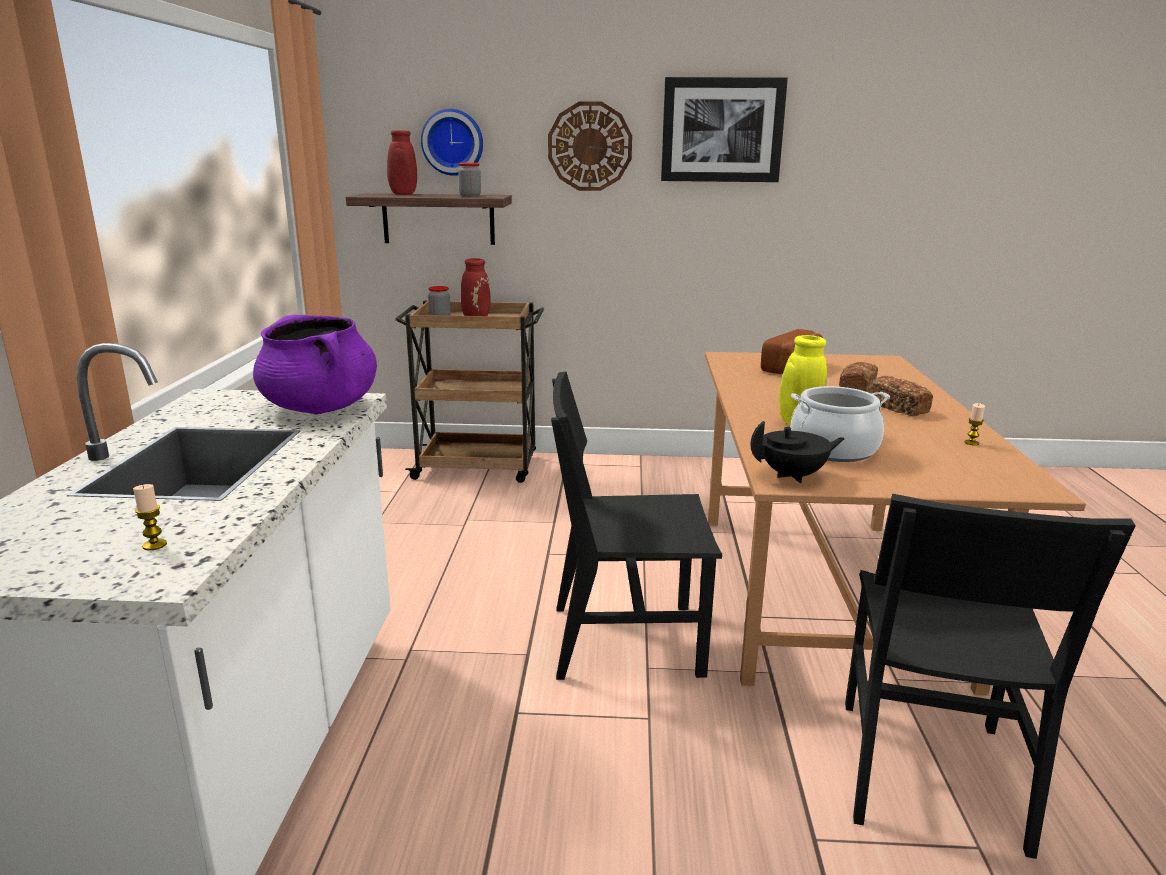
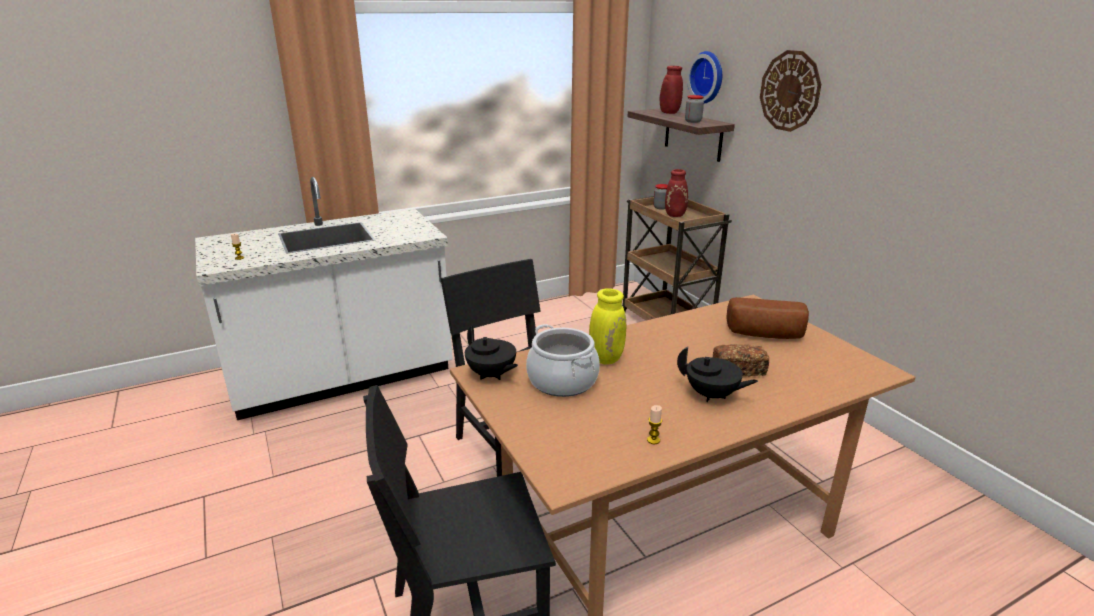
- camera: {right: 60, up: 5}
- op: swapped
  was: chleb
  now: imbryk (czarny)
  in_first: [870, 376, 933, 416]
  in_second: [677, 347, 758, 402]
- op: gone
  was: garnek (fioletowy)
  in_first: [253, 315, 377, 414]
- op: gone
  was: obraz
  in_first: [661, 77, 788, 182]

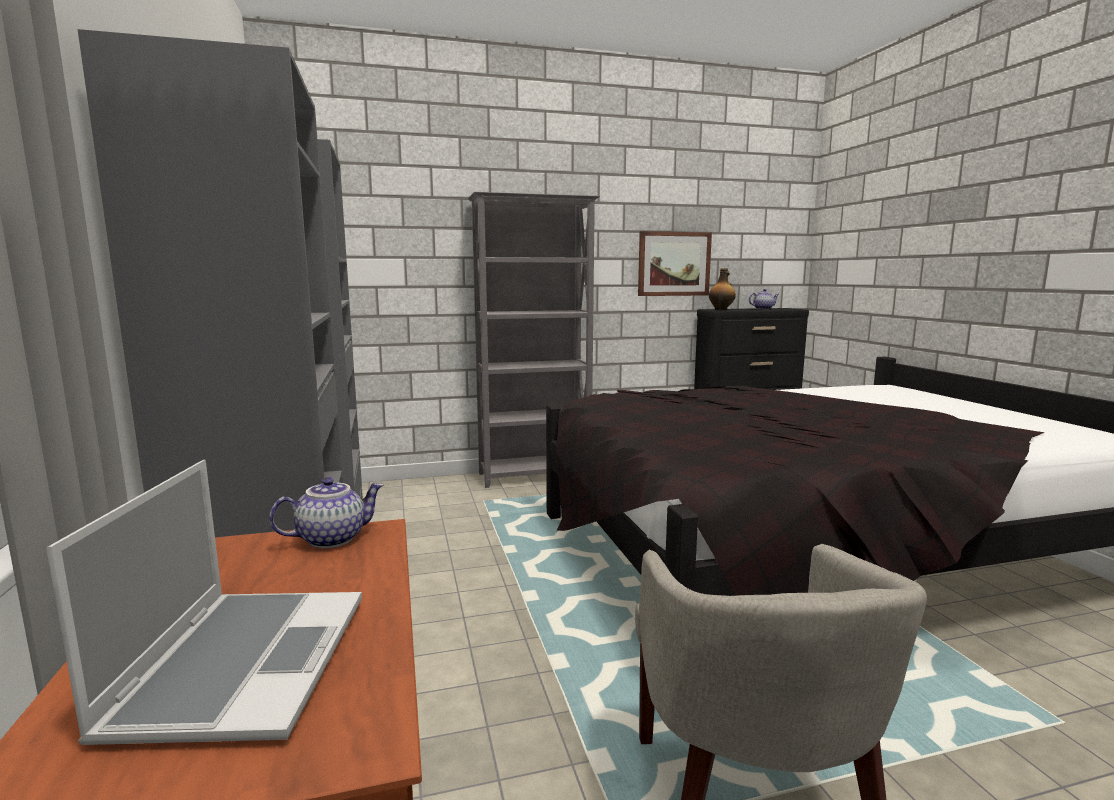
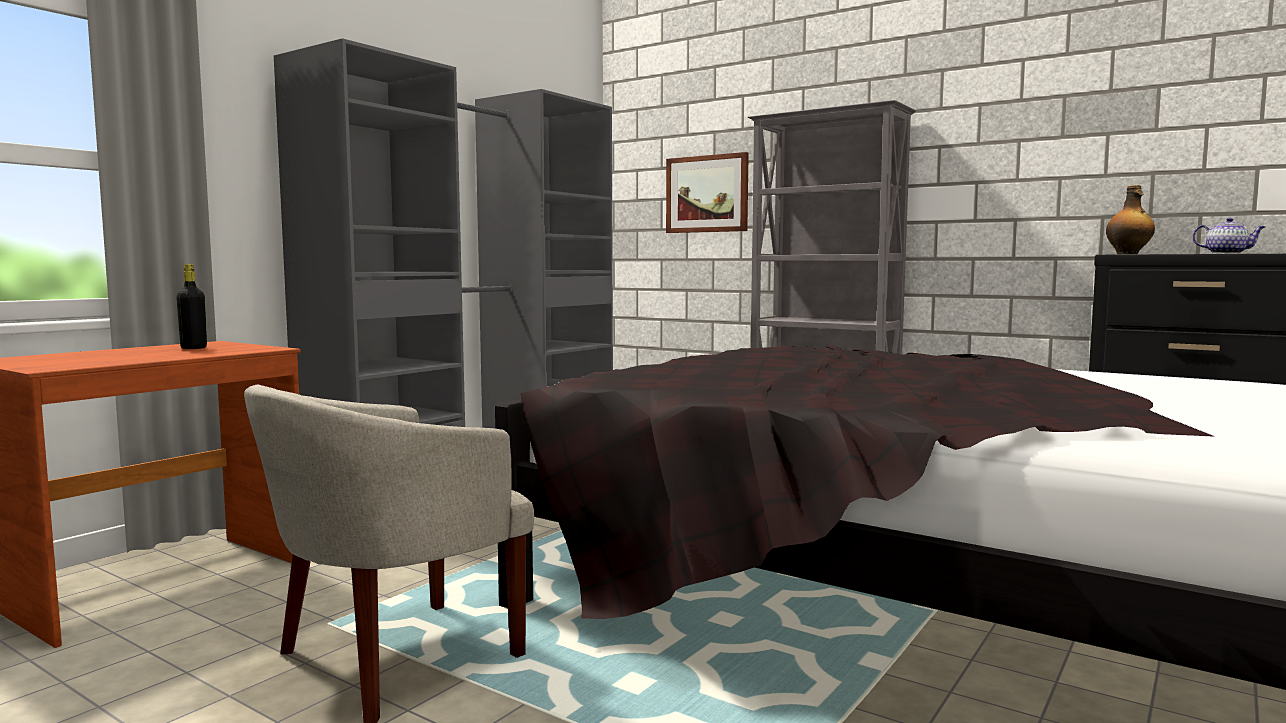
- camera: {right: 50, up: -5}
- op: new
  now: butelka (czarny)
  in_second: [176, 264, 207, 349]
- op: shifted
  was: obraz
  in_first: [638, 231, 712, 296]
  in_second: [666, 152, 749, 233]
- op: gone
  was: laptop
  in_first: [46, 460, 362, 745]
- op: gone
  was: imbryk
  in_first: [269, 477, 384, 548]

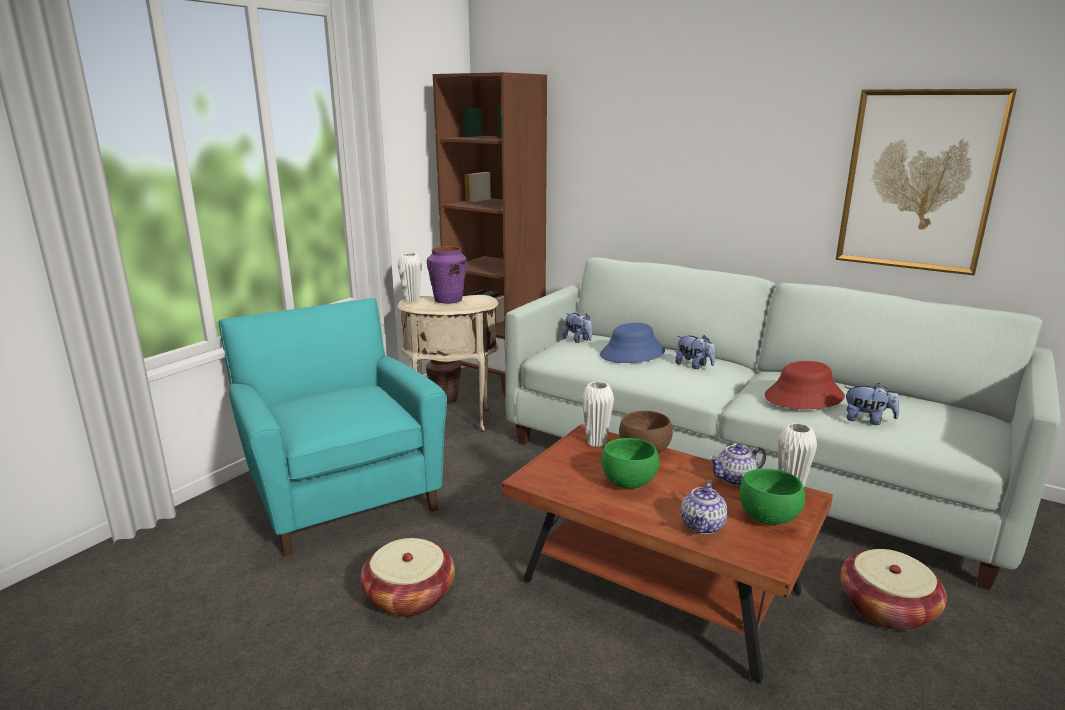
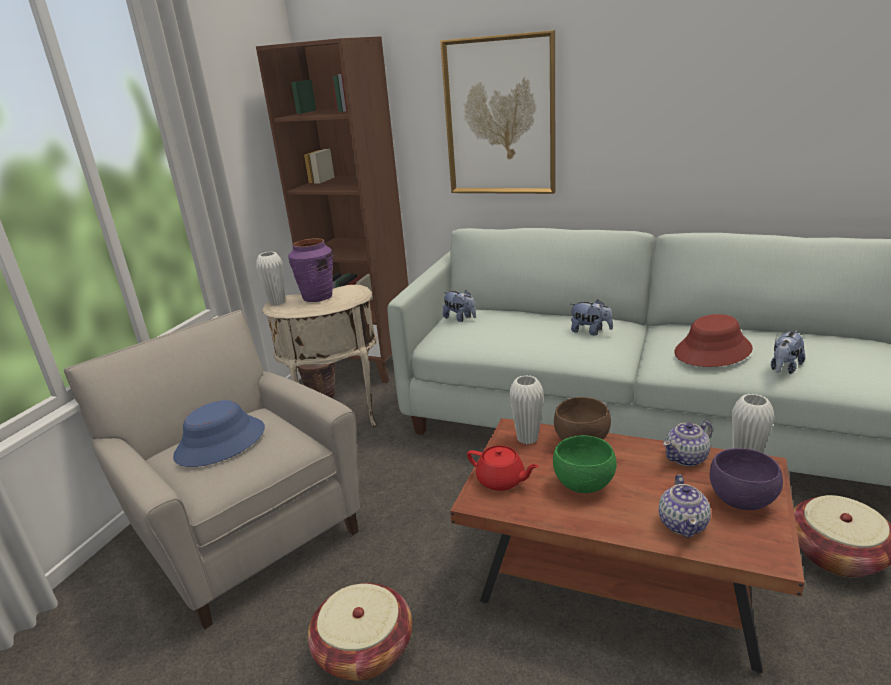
- camera: {right: -10, up: 5}
- op: repainted
  was: fotel (turkusowy)
  now: fotel (beżowy)
  in_first: [219, 298, 447, 557]
  in_second: [64, 310, 361, 629]
- op: shifted
  was: kapelusz (niebieski)
  in_first: [600, 323, 665, 363]
  in_second: [173, 400, 265, 467]
- op: shifted
  was: obraz
  in_first: [836, 89, 1017, 276]
  in_second: [440, 30, 556, 194]
- op: new
  now: imbryk (czerwony)
  in_second: [467, 445, 539, 491]
- op: repainted
  was: miska (zielony)
  now: miska (fioletowy)
  in_first: [740, 468, 805, 525]
  in_second: [710, 448, 783, 510]
- op: rotated
  was: pluszak
  in_first: [844, 383, 899, 425]
  in_second: [771, 330, 805, 374]
  clockwise: 120

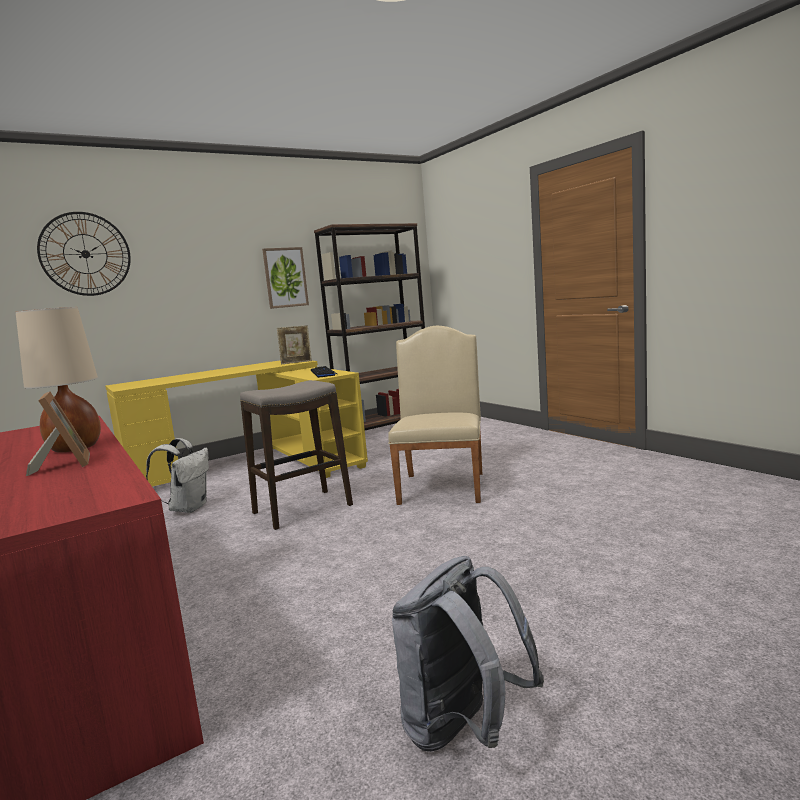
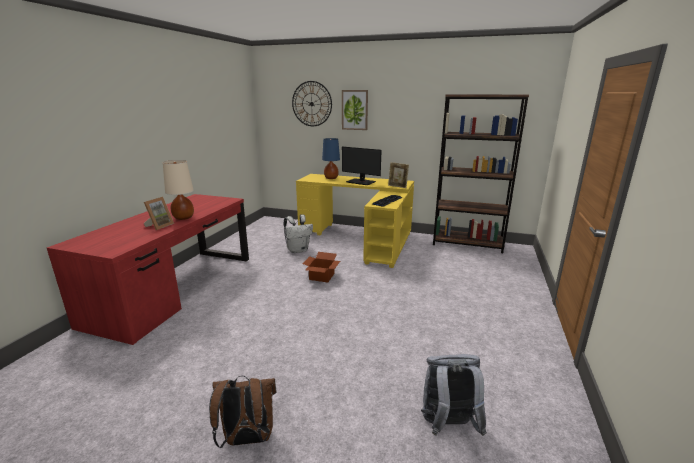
- camera: {right: 50, up: 10}
- op: new
  now: plecak (brązowy)
  in_second: [209, 376, 277, 448]
- op: swapped
  was: stołek
  now: karton
  in_first: [240, 380, 353, 530]
  in_second: [303, 252, 340, 282]
- op: new
  now: lampa stołowa (niebieski)
  in_second: [322, 138, 340, 179]
- op: shifted
  was: obraz
  in_first: [262, 247, 309, 309]
  in_second: [342, 90, 368, 130]
- op: new
  now: monitor
  in_second: [342, 147, 382, 185]
- op: shifted
  was: plecak (szary)
  in_first: [392, 556, 544, 752]
  in_second: [421, 354, 487, 436]
- op: gone
  was: krzesło (beżowy)
  in_first: [388, 326, 482, 505]

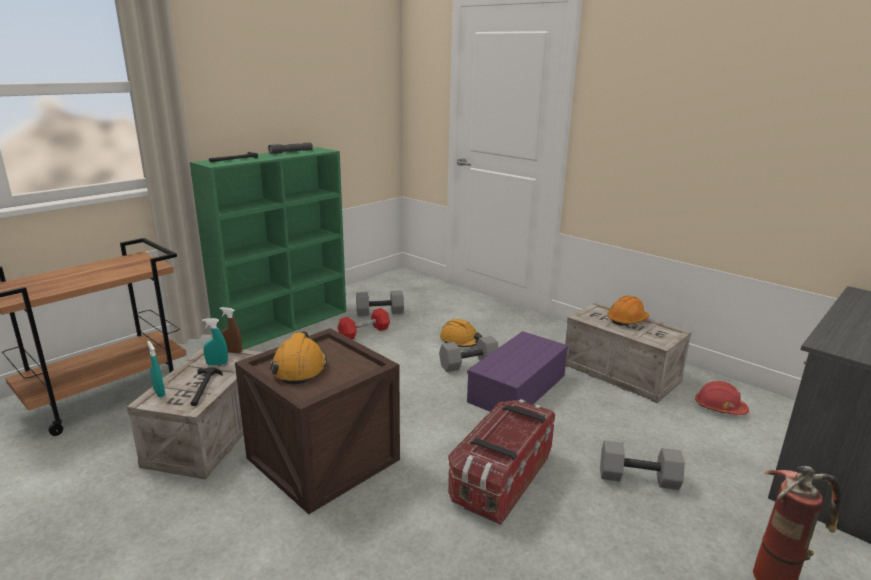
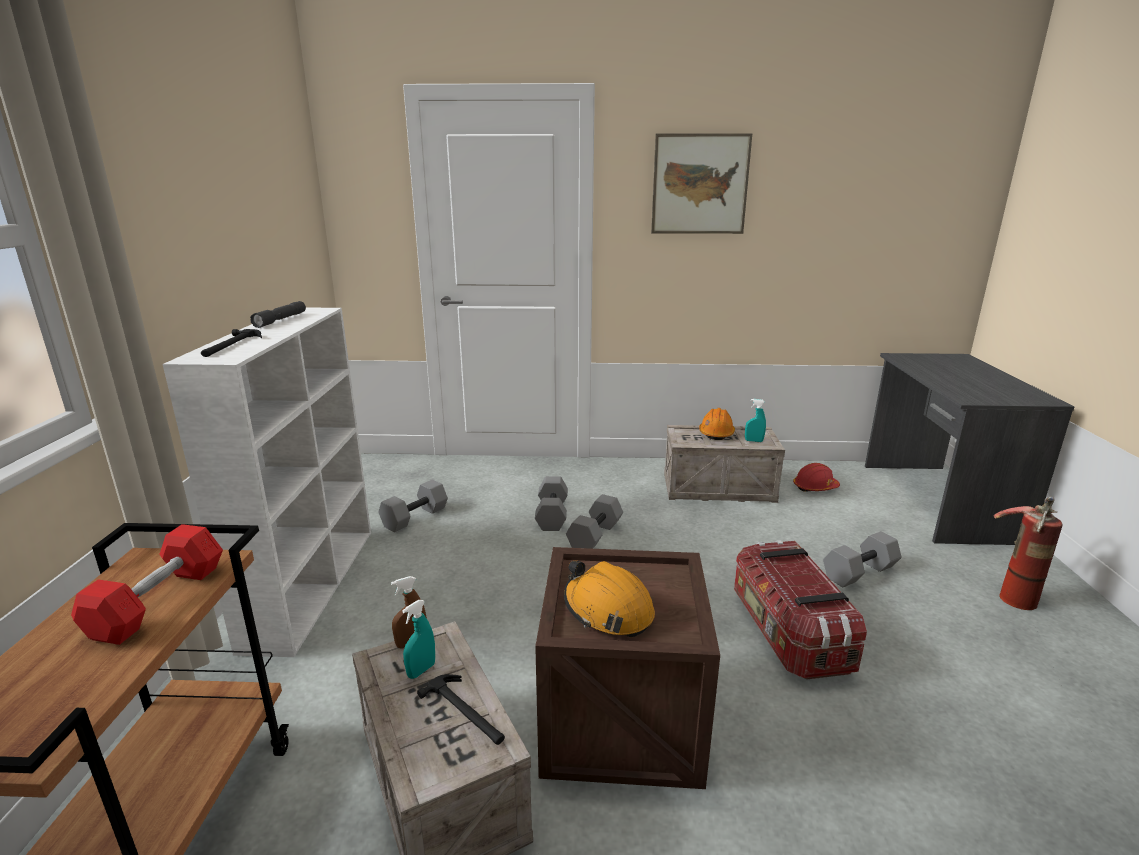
- camera: {right: -40, up: 0}
- op: shifted
  was: hantel (czerwony)
  in_first: [338, 308, 390, 339]
  in_second: [71, 524, 223, 645]
- op: repainted
  was: regał (zielony)
  now: regał (biały)
  in_first: [190, 147, 346, 350]
  in_second: [163, 308, 371, 657]
- op: swapped
  was: kask (pomarańczowy)
  now: hantel (szary)
  in_first: [440, 319, 482, 347]
  in_second: [535, 476, 568, 531]
- op: new
  now: obraz
  in_second: [651, 134, 752, 234]
- op: shifted
  was: spryskiwacz (turkusowy)
  in_first: [147, 341, 165, 397]
  in_second: [745, 399, 766, 442]
- op: gone
  was: pojemnik do przechowywania (fioletowy)
  in_first: [467, 331, 569, 412]

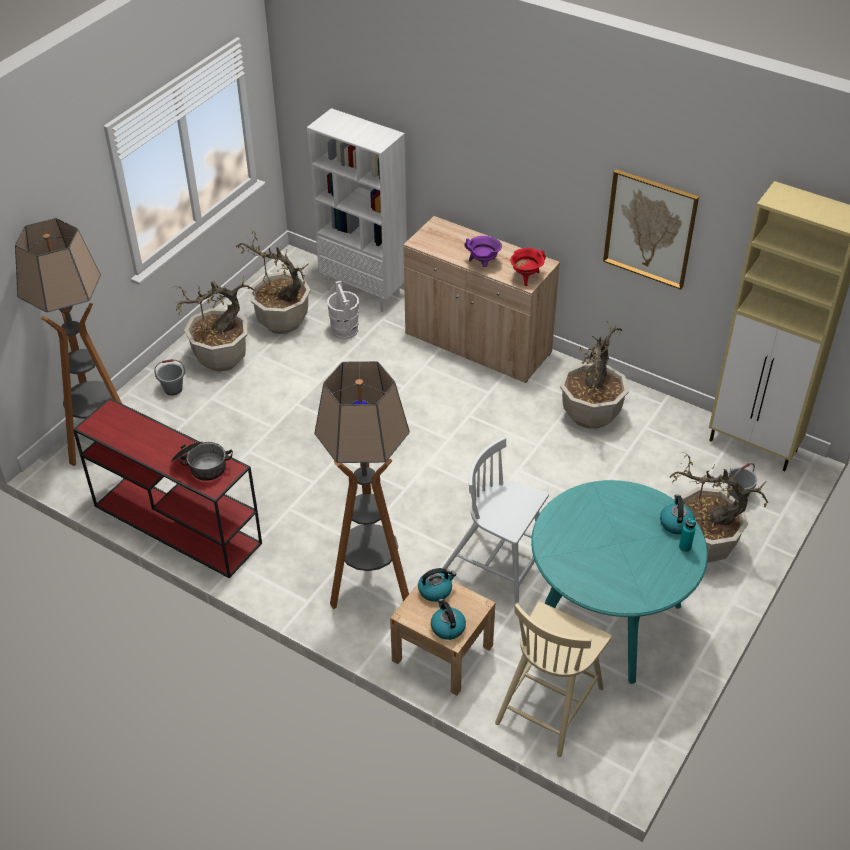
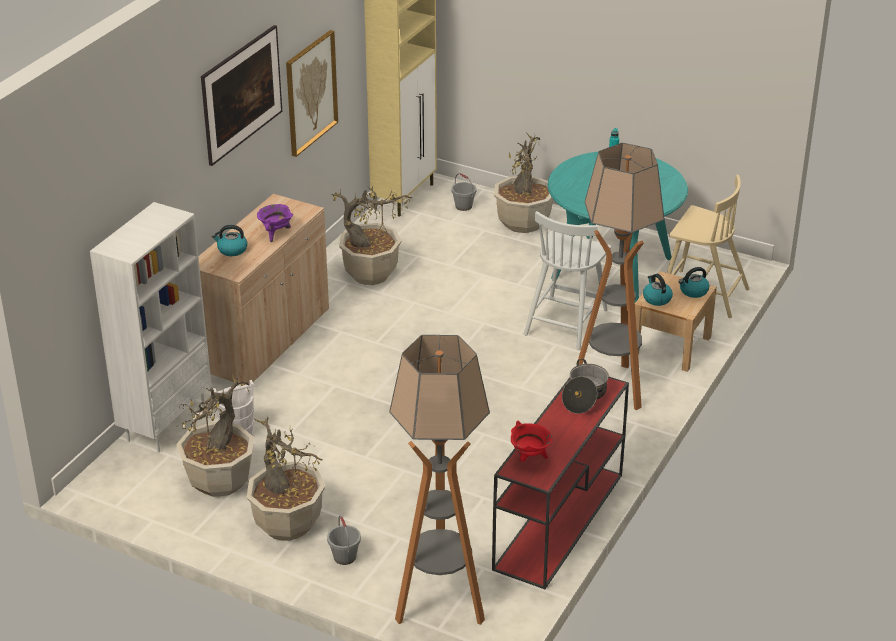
- camera: {right: -95, up: -10}
- op: new
  now: obraz
  in_second: [201, 25, 282, 166]
- op: shifted
  was: czajnik
  in_first: [660, 494, 695, 534]
  in_second: [212, 225, 248, 256]
- op: shifted
  was: garnek (czerwony)
  in_first: [510, 248, 546, 286]
  in_second: [511, 421, 553, 462]

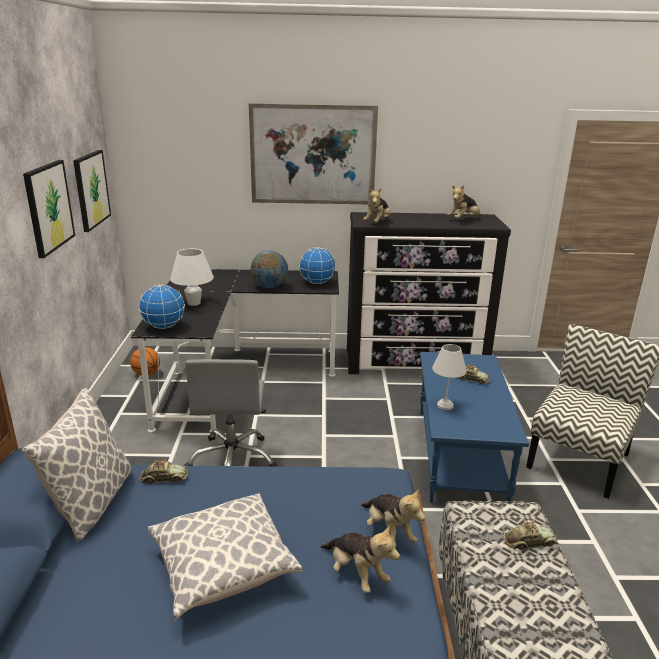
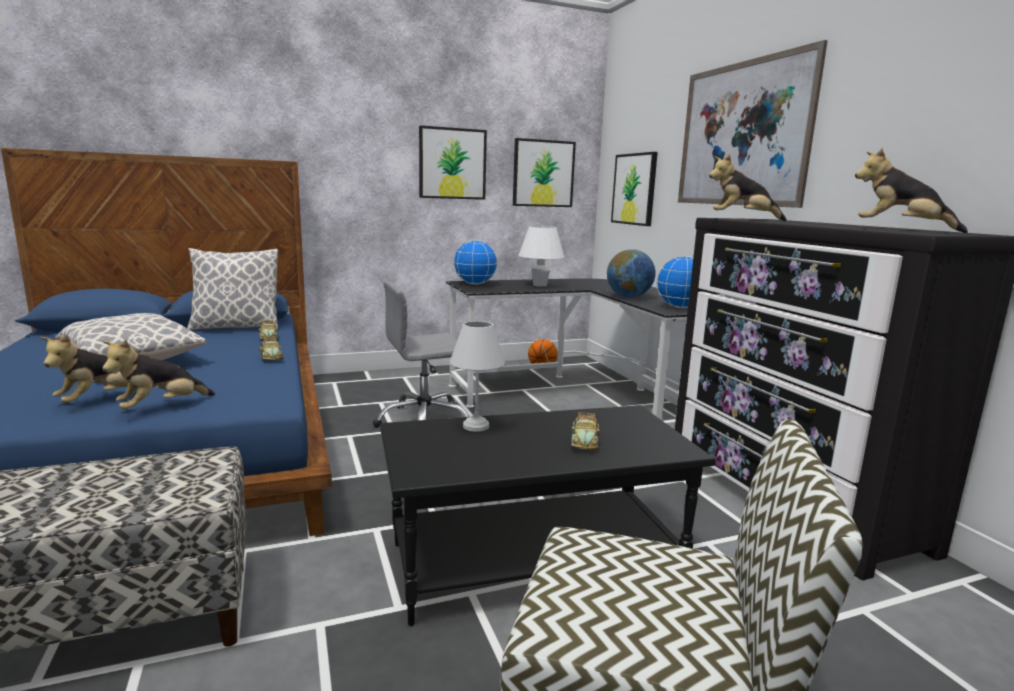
- camera: {right: 70, up: -10}
- op: shifted
  was: samochodzik
  in_first: [504, 520, 558, 550]
  in_second: [259, 337, 283, 361]
- op: repainted
  was: ława (niebieski)
  now: ława (czarny)
  in_first: [420, 352, 529, 503]
  in_second: [380, 405, 716, 626]
- op: new
  now: obraz
  in_second: [611, 152, 658, 226]

